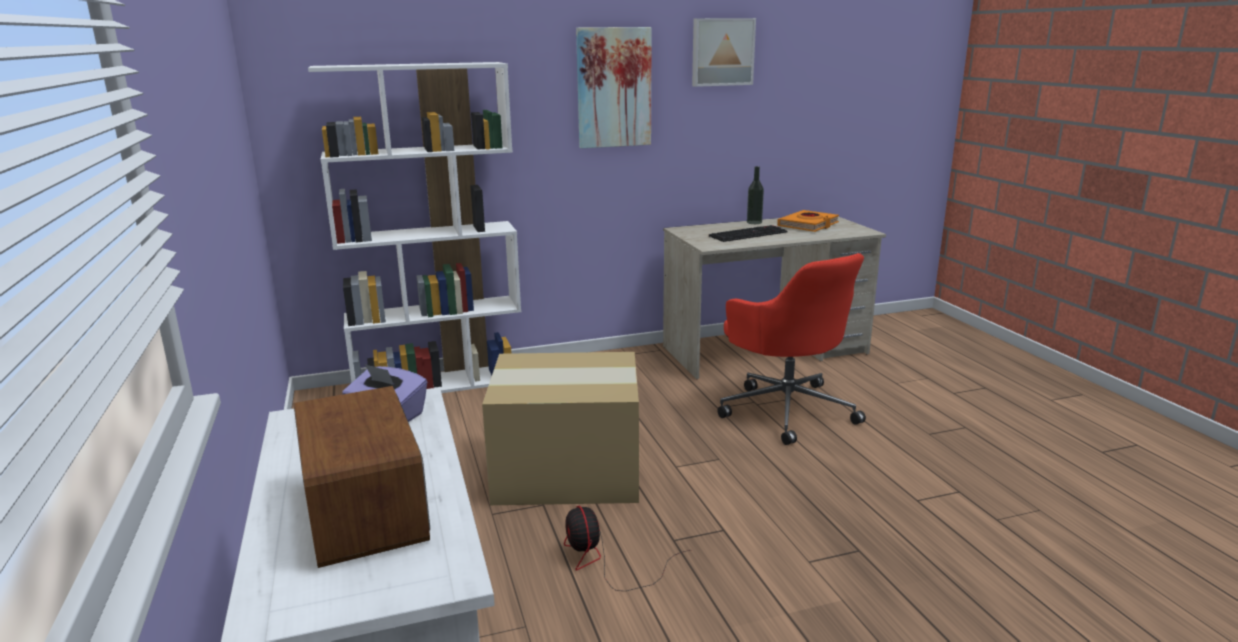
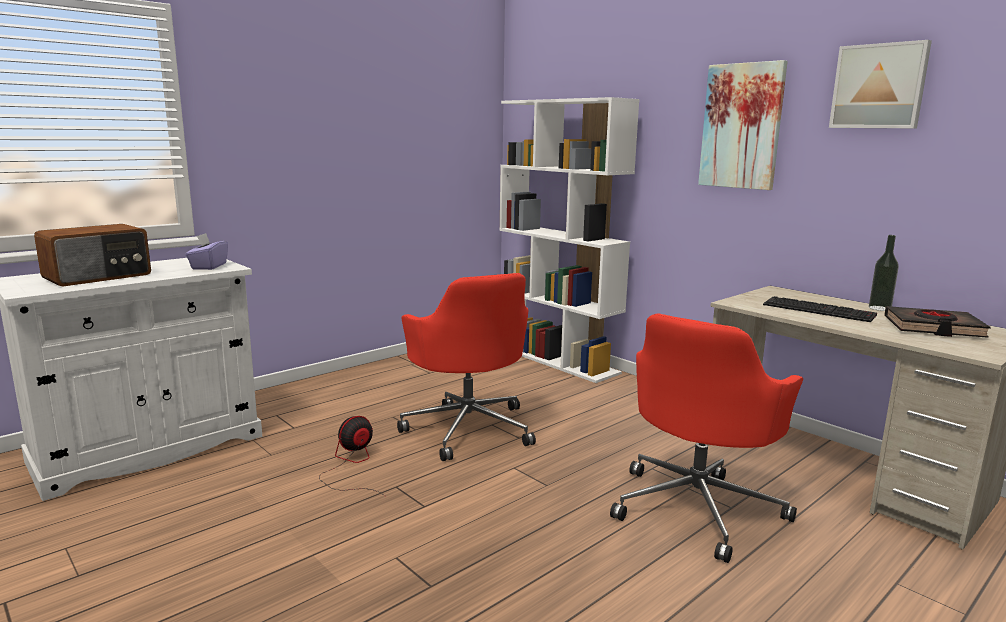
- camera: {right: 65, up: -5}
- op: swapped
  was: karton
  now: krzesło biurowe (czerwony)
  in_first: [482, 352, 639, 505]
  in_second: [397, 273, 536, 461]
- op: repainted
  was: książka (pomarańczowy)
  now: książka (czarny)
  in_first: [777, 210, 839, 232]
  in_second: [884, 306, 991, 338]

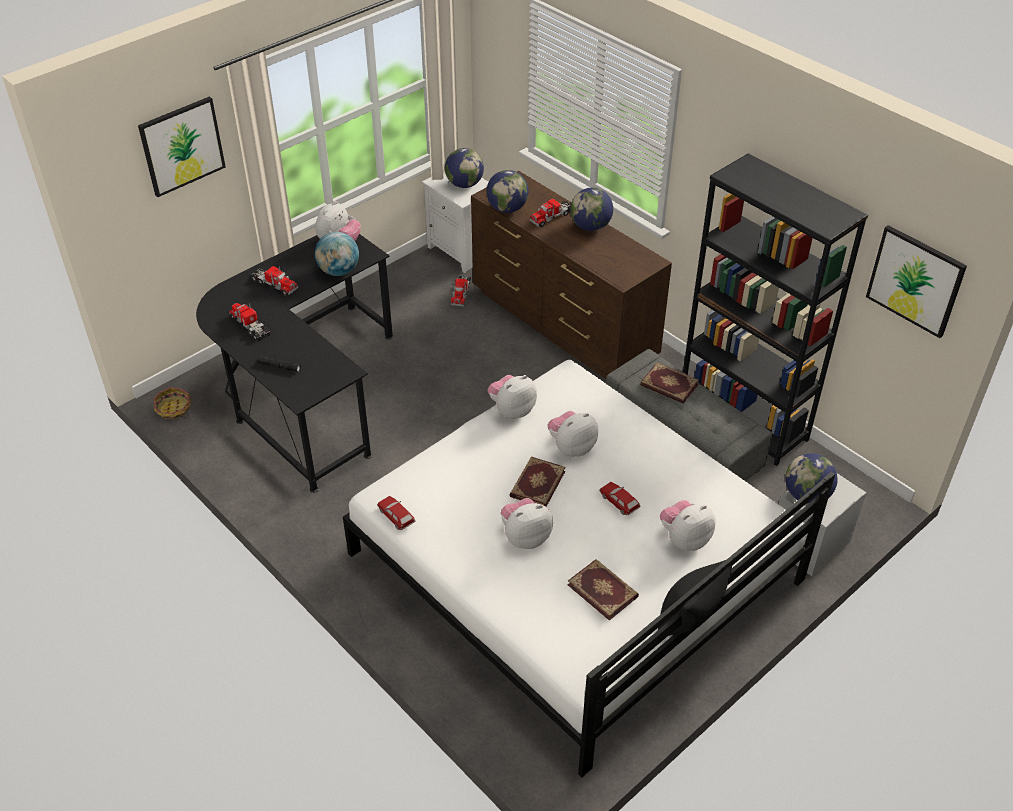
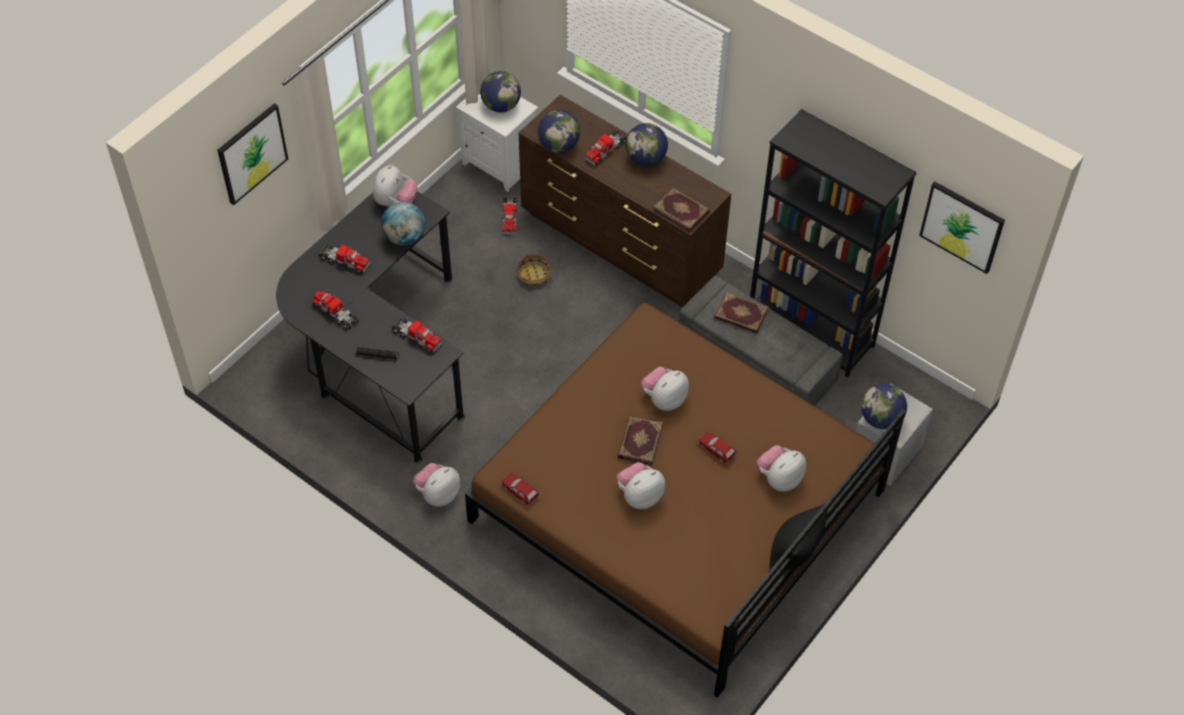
- camera: {right: -10, up: 10}
- op: new
  now: ciężarówka zabawkowa
  in_second: [392, 318, 442, 353]
- op: shifted
  was: pluszak
  in_first: [487, 375, 537, 419]
  in_second: [413, 463, 460, 507]
- op: repainted
  was: łóżko (biały)
  now: łóżko (brązowy)
  in_first: [343, 360, 835, 778]
  in_second: [465, 302, 906, 698]
- op: shifted
  was: koszyk
  in_first: [153, 387, 191, 419]
  in_second: [516, 254, 552, 286]
- op: shifted
  was: książka
  in_first: [568, 559, 639, 621]
  in_second: [653, 187, 710, 232]

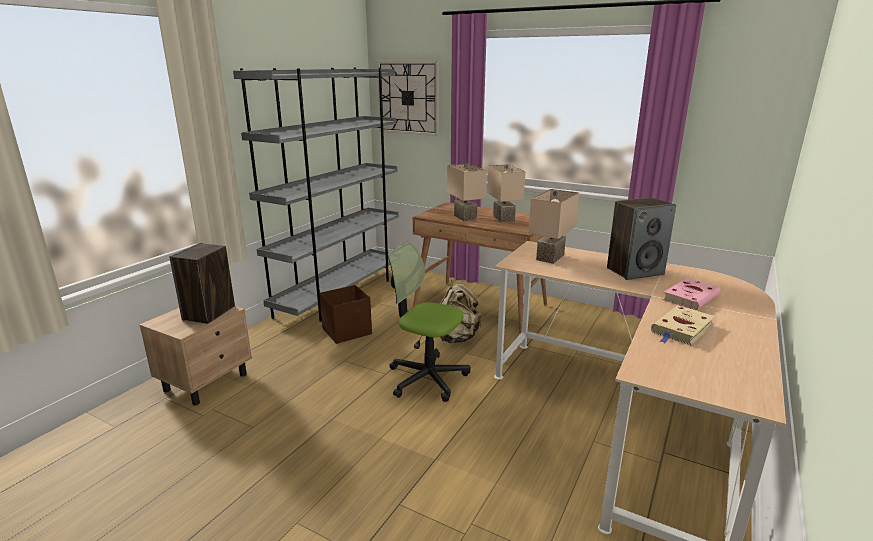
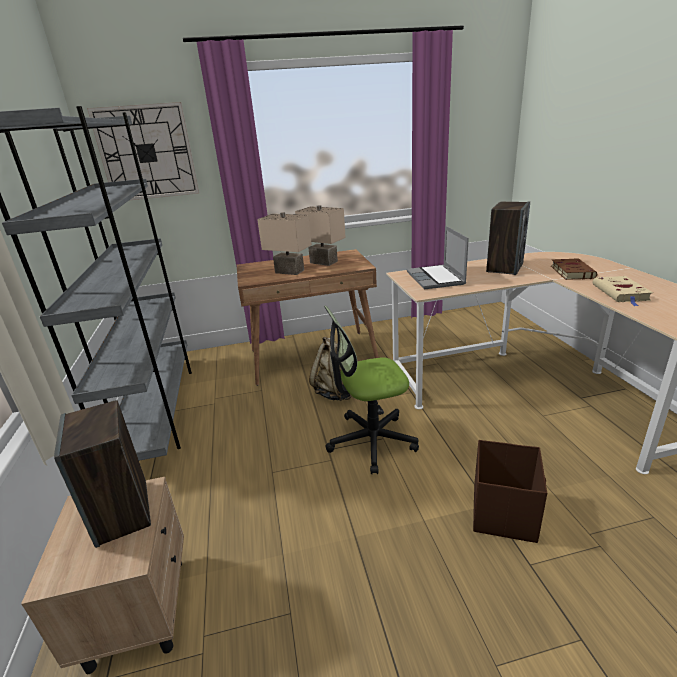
- camera: {right: -40, up: 5}
- op: swapped
  was: lampa stołowa (beżowy)
  now: laptop
  in_first: [528, 189, 579, 264]
  in_second: [407, 226, 469, 289]
- op: shifted
  was: pojemnik do przechowywania (brązowy)
  in_first: [319, 285, 372, 344]
  in_second: [473, 440, 547, 543]
- op: repainted
  was: książka (różowy)
  now: książka (brązowy)
  in_first: [662, 278, 721, 310]
  in_second: [551, 258, 597, 280]

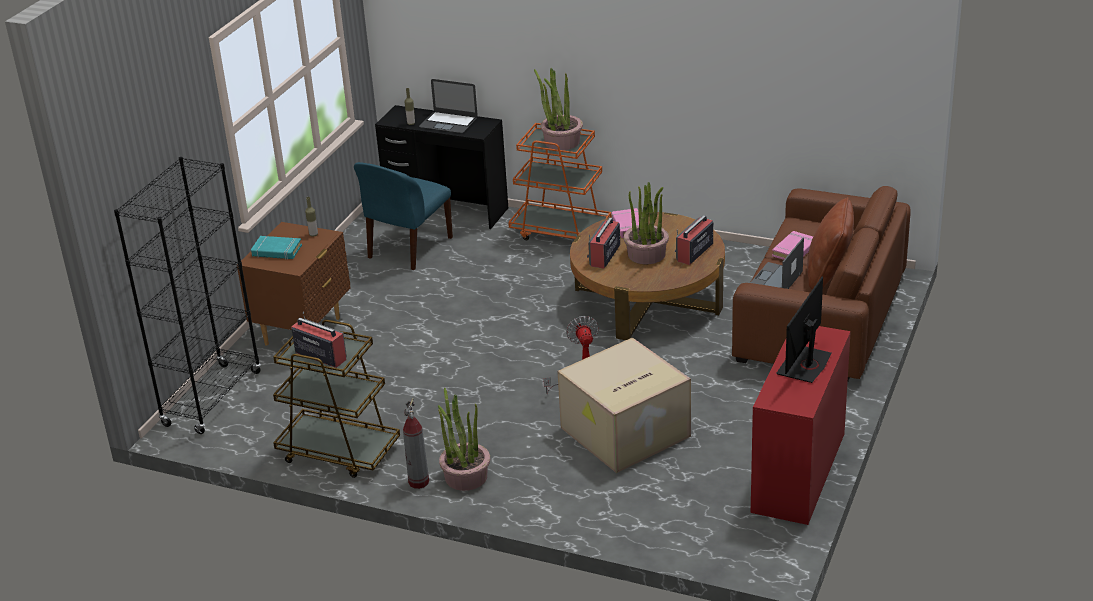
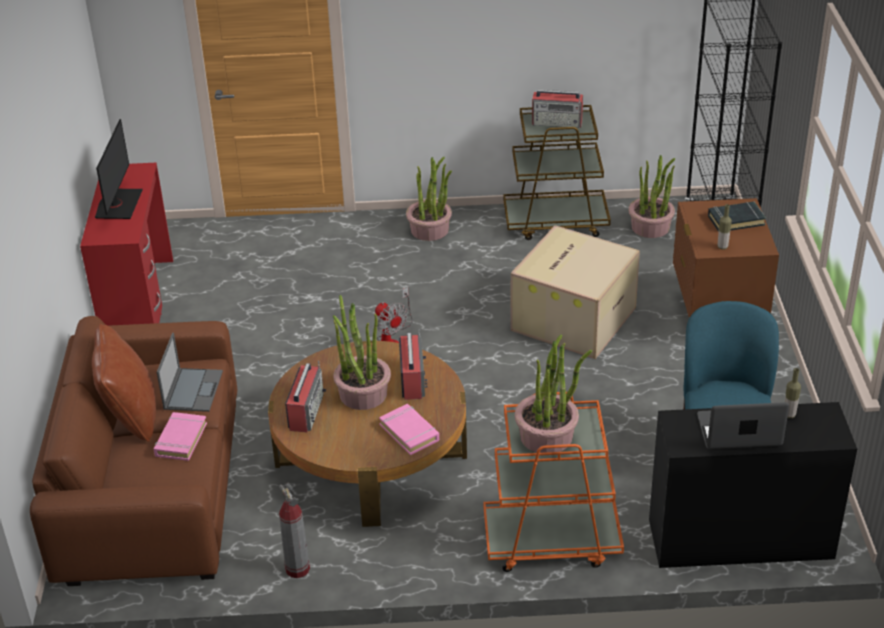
- camera: {right: 155, up: 5}
- op: shifted
  was: gaśnica
  in_first: [403, 398, 429, 489]
  in_second: [279, 482, 310, 578]
- op: shifted
  was: karton
  in_first: [558, 337, 691, 473]
  in_second: [511, 225, 640, 359]
- op: new
  now: roślina doniczkowa
  in_second: [628, 155, 675, 238]
- op: repainted
  was: książka (turkusowy)
  now: książka (czarny)
  in_first: [251, 236, 302, 260]
  in_second: [708, 202, 766, 232]

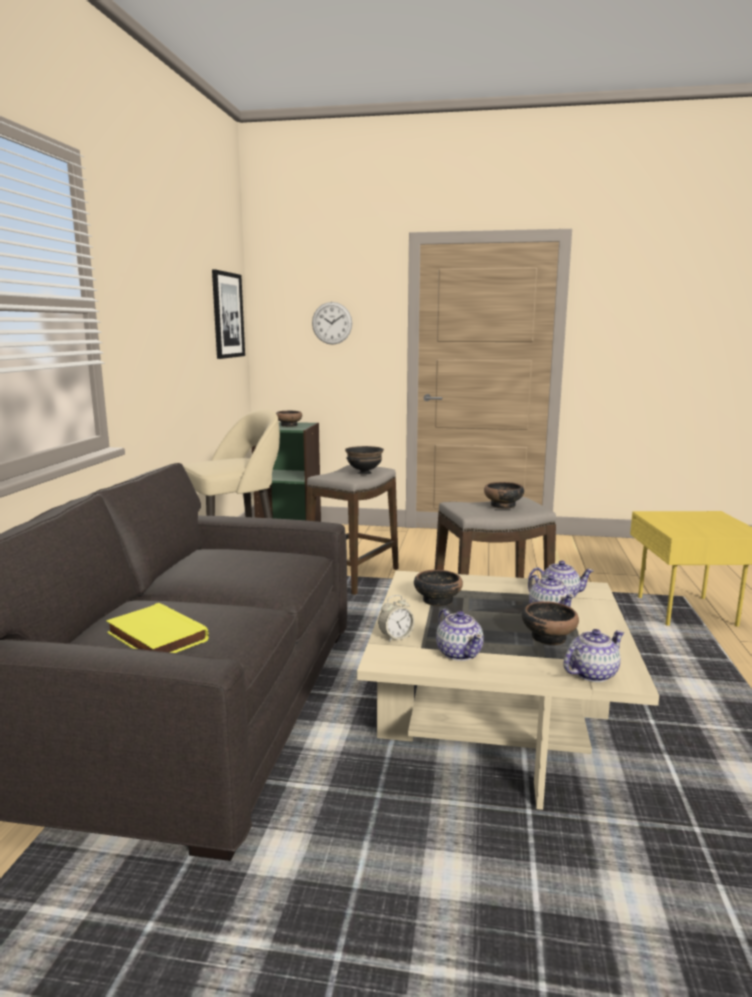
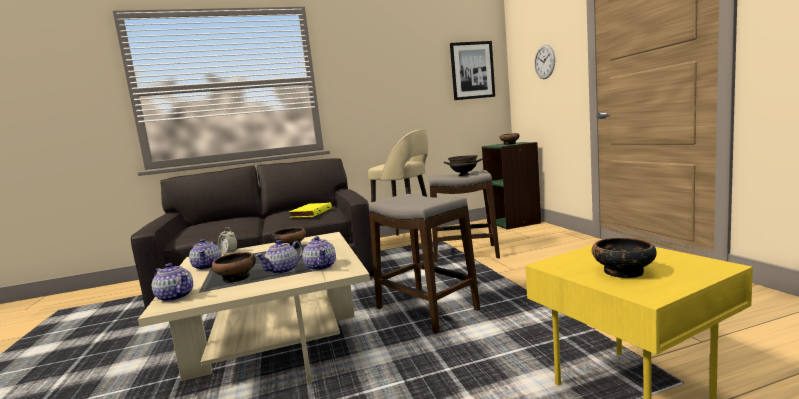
- camera: {right: 65, up: -5}
- op: rotated
  was: imbryk
  in_first: [436, 609, 484, 661]
  in_second: [189, 239, 222, 270]
  clockwise: -60
- op: shifted
  was: książka (żółty)
  in_first: [106, 603, 209, 653]
  in_second: [289, 202, 332, 217]
- op: shifted
  was: miska
  in_first: [484, 482, 524, 509]
  in_second: [592, 238, 657, 278]

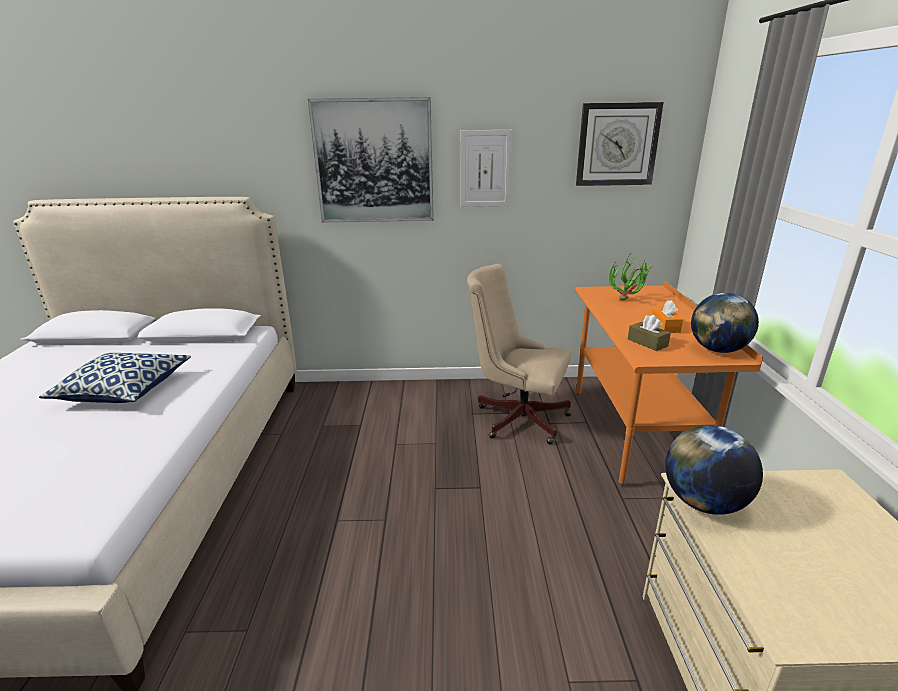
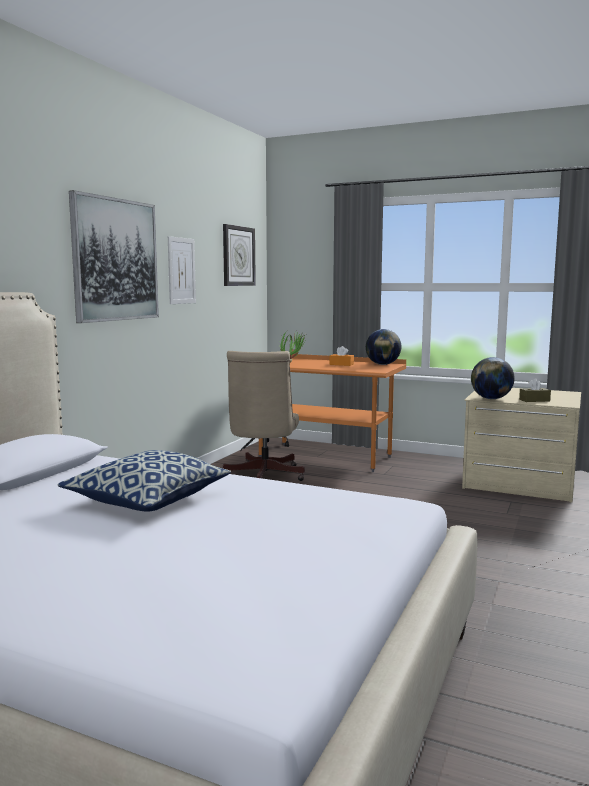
- camera: {right: -65, up: -15}
- op: rotated
  was: krzesło biurowe (beżowy)
  in_first: [467, 264, 571, 444]
  in_second: [223, 351, 305, 481]
  clockwise: -45
- op: shifted
  was: pudełko chusteczek (brązowy)
  in_first: [628, 315, 671, 351]
  in_second: [519, 378, 551, 402]

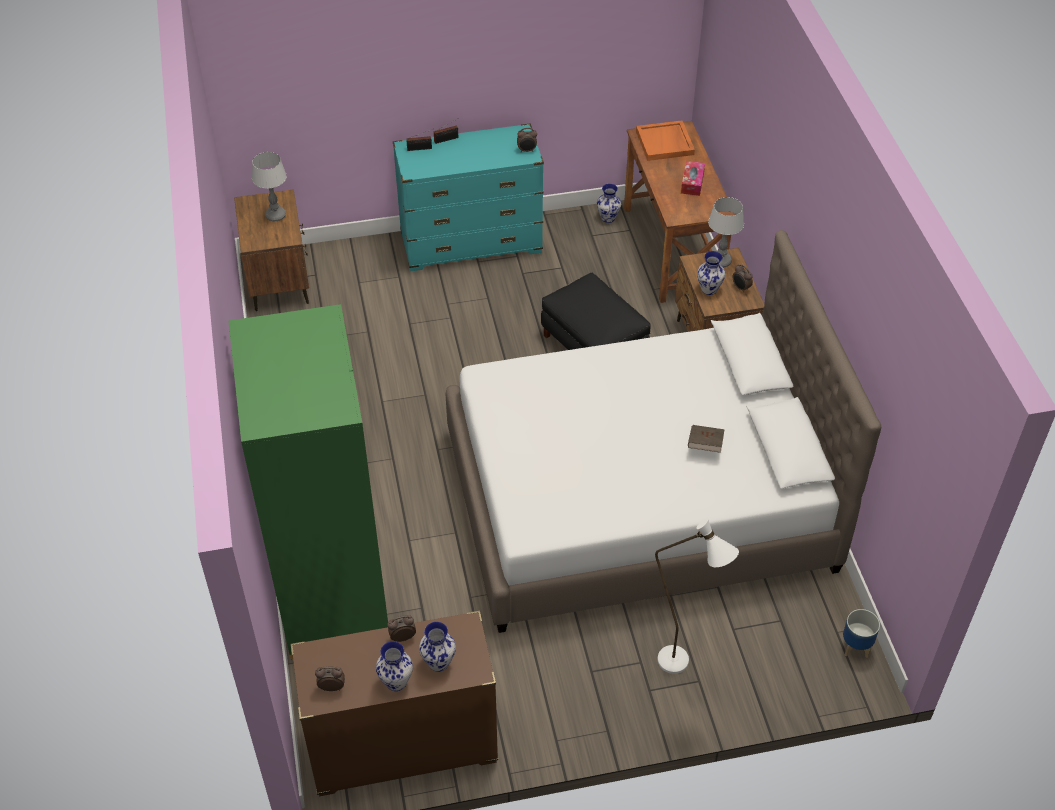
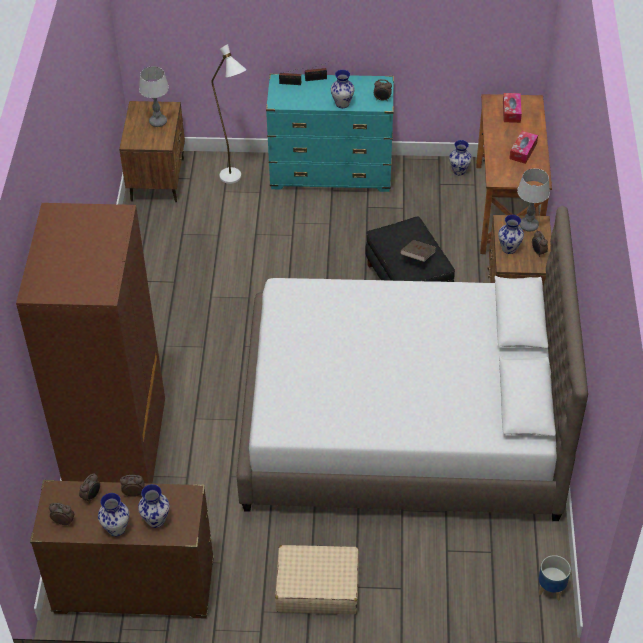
- camera: {right: 15, up: 0}
- op: repainted
  was: szafa (zielony)
  now: szafa (brązowy)
  in_first: [229, 304, 388, 659]
  in_second: [16, 203, 165, 484]
- op: new
  now: budzik
  in_second: [79, 473, 100, 503]
- op: shifted
  was: lampa stojąca (biały)
  in_first: [655, 518, 739, 674]
  in_second: [211, 44, 246, 184]
- op: new
  now: walizka (beżowy)
  in_second: [275, 545, 359, 614]
- op: new
  now: wazon
  in_second: [331, 70, 355, 108]
- op: shifted
  was: książka (brązowy)
  in_first: [688, 425, 725, 453]
  in_second: [400, 240, 436, 262]
- op: swapped
  was: taca (pomarańczowy)
  now: pudełko chusteczek
  in_first: [636, 120, 695, 161]
  in_second: [503, 93, 522, 123]

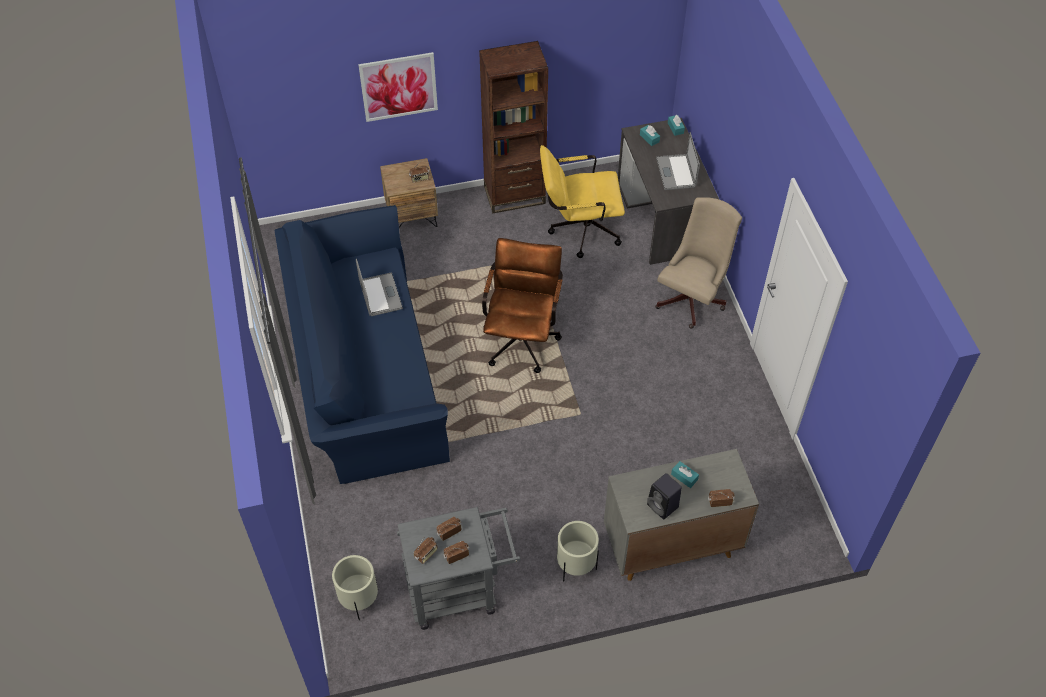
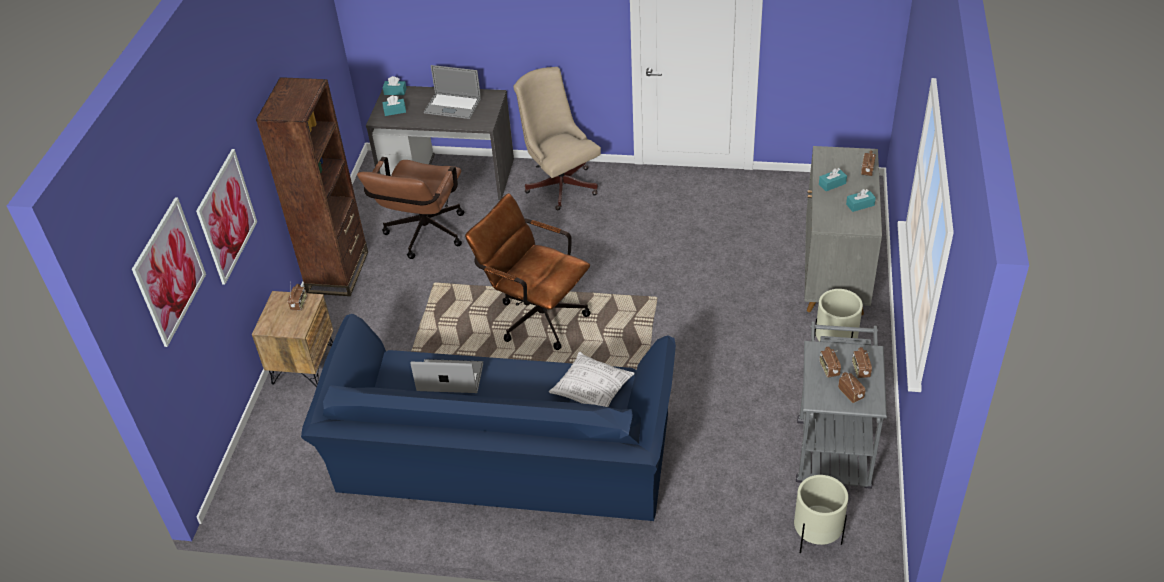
- camera: {right: -65, up: -10}
- op: new
  now: obraz
  in_second: [132, 197, 206, 347]
- op: repainted
  was: krzesło biurowe (żółty)
  now: krzesło biurowe (brązowy)
  in_first: [540, 145, 625, 258]
  in_second: [357, 157, 464, 259]
- op: new
  now: poduszka
  in_second: [549, 352, 635, 407]
- op: swapped
  was: głośnik (czarny)
  now: pudełko chusteczek (turkusowy)
  in_first: [647, 473, 682, 519]
  in_second: [846, 189, 876, 212]

